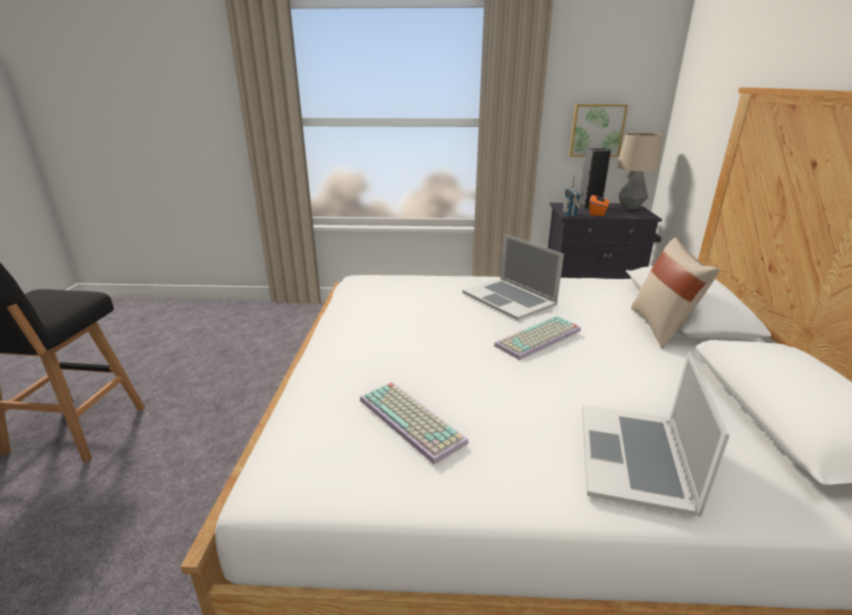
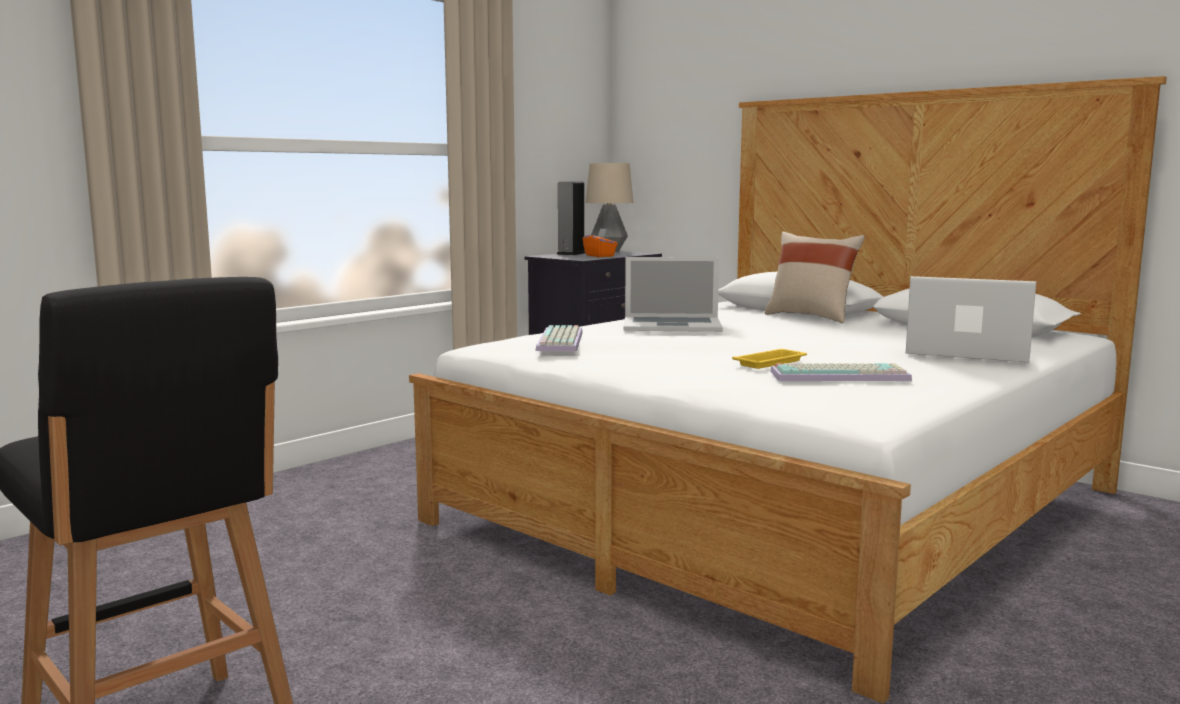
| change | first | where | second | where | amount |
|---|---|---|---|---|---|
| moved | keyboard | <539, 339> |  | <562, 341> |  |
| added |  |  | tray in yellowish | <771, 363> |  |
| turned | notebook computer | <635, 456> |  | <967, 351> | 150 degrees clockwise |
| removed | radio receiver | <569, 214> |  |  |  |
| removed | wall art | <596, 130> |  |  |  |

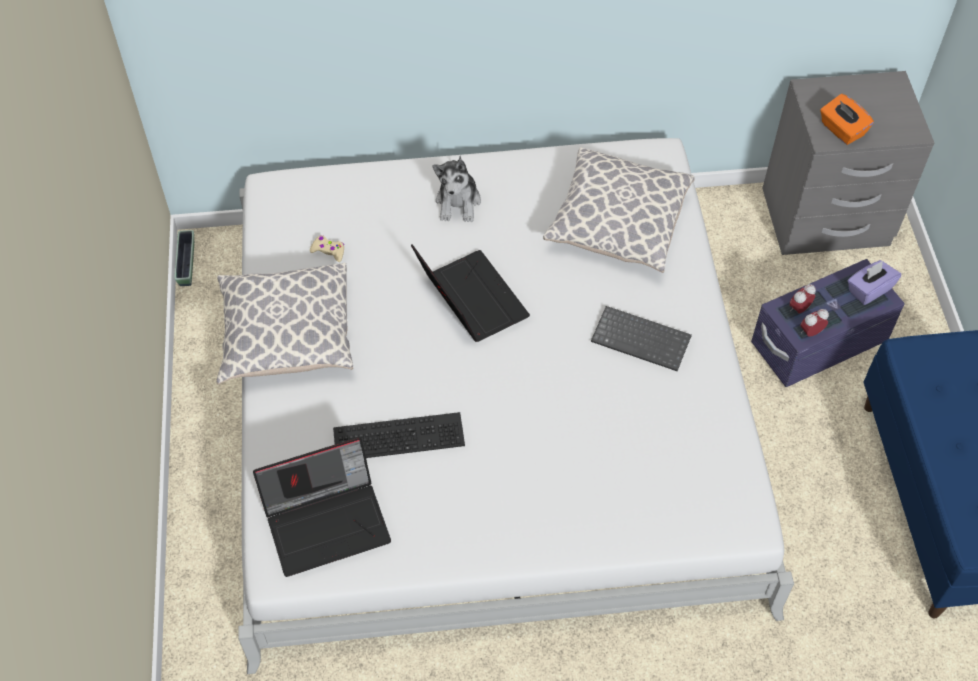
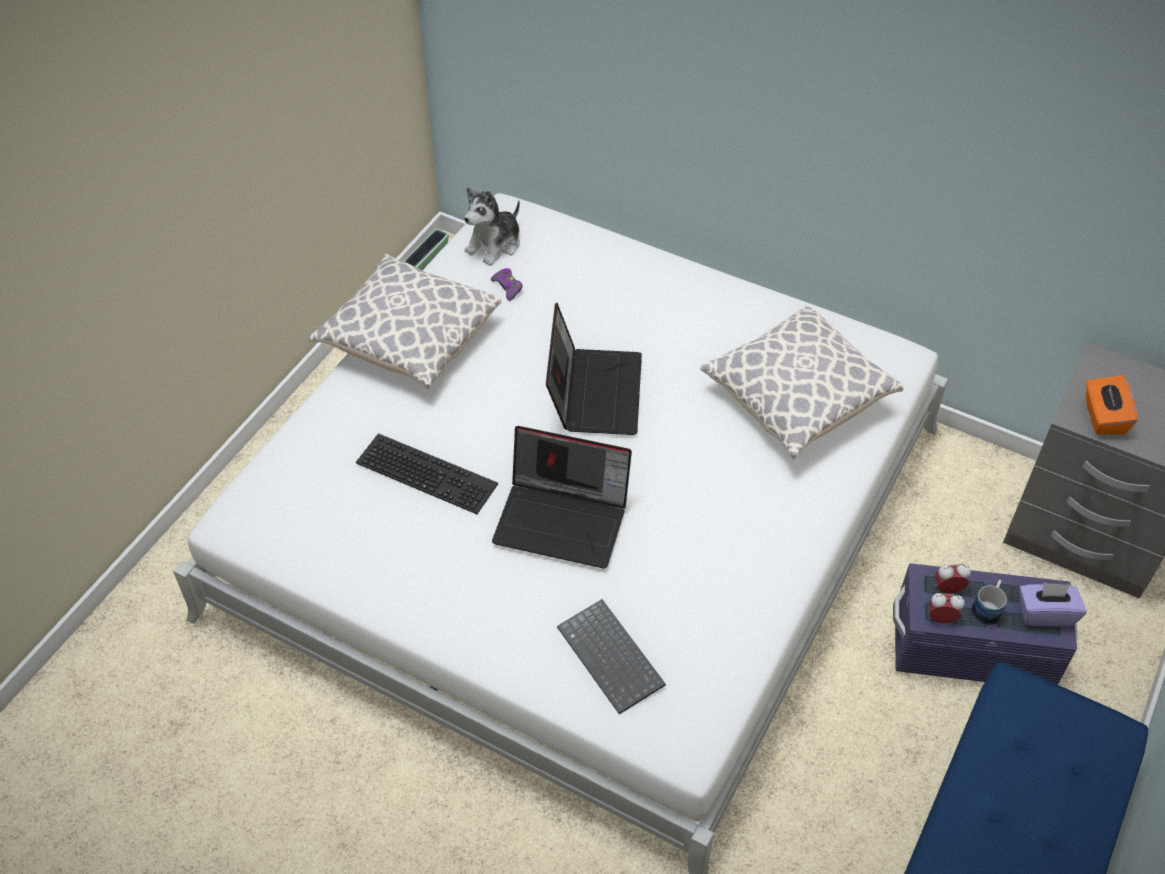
| change | first | where | second | where | amount |
|---|---|---|---|---|---|
| moved | plush toy | <458, 202> |  | <495, 245> |  |
| recoloured | gamepad in beige-coloured | <328, 251> | gamepad in purple-coloured | <507, 287> |  |
| moved | notebook computer | <328, 521> |  | <564, 519> |  |
| moved | keyboard | <642, 339> |  | <613, 657> |  |
| added |  |  | tea mug | <988, 608> |  |

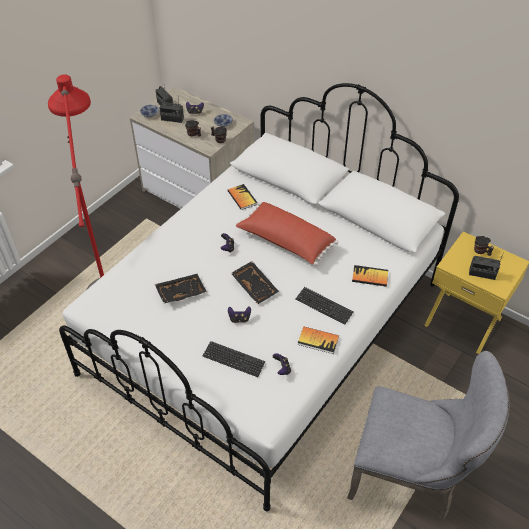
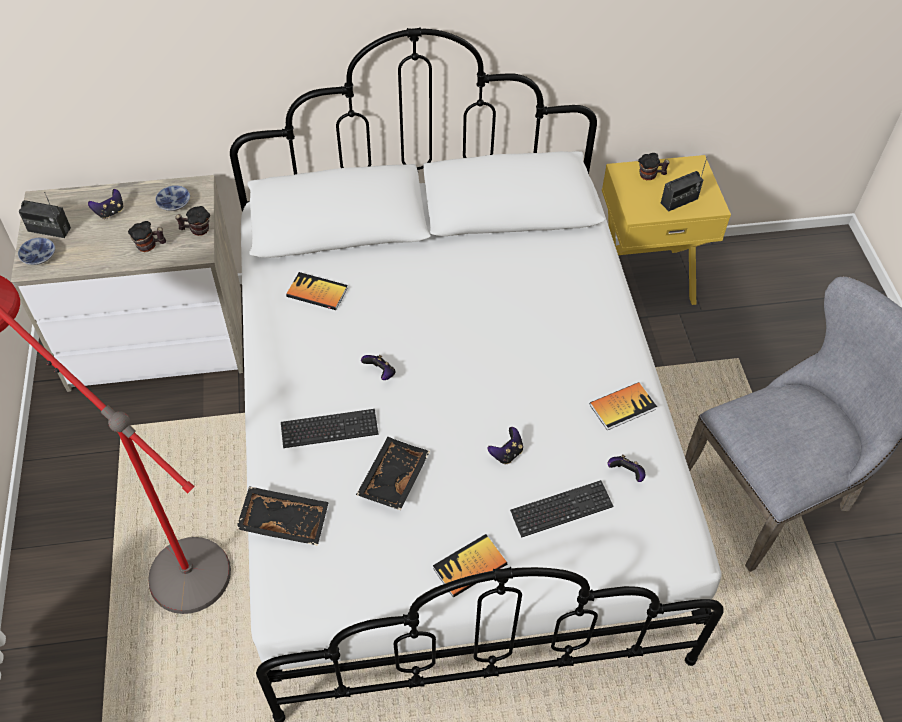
| change | first | where | second | where | amount |
|---|---|---|---|---|---|
| moved | tray in blackish | <255, 286> |  | <285, 520> |  |
| moved | keyboard | <324, 306> |  | <329, 429> |  |
| moved | bound book | <370, 277> |  | <470, 566> |  |
| removed | radio receiver | <172, 119> |  |  |  |
| removed | throw pillow in reddish | <285, 242> |  |  |  |

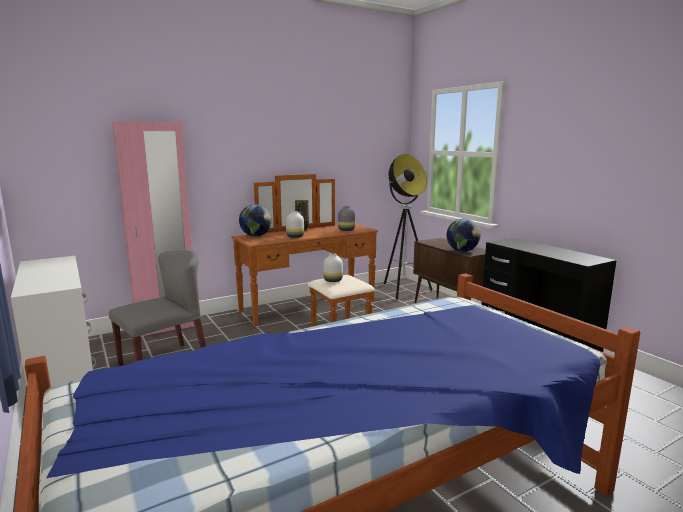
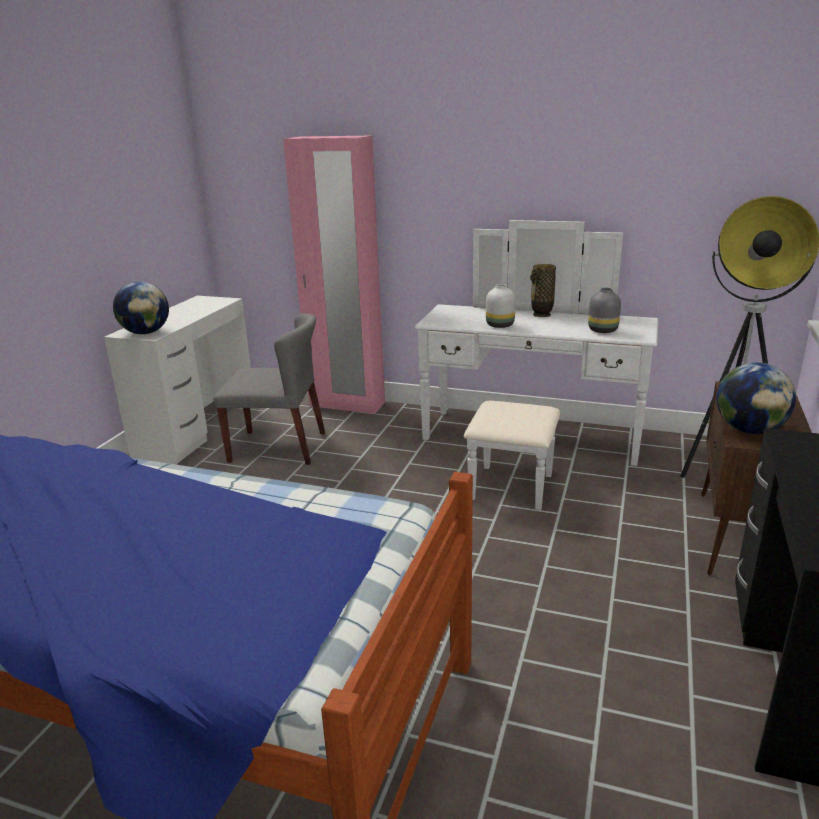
| change | first | where | second | where | amount |
|---|---|---|---|---|---|
| moved | world globe | <256, 236> |  | <146, 333> |  |
| recoloured | dresser in brown | <315, 311> | dresser in white-coloured | <527, 447> |  |
| removed | vase in white-coloured | <333, 280> |  |  |  |

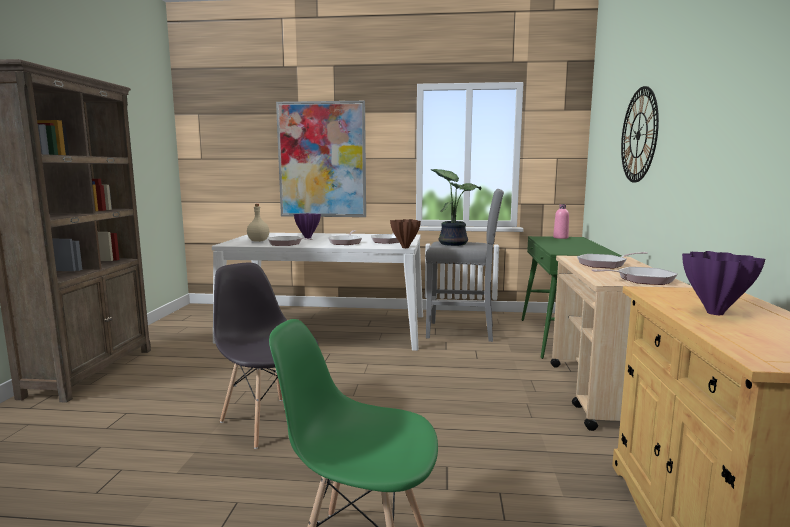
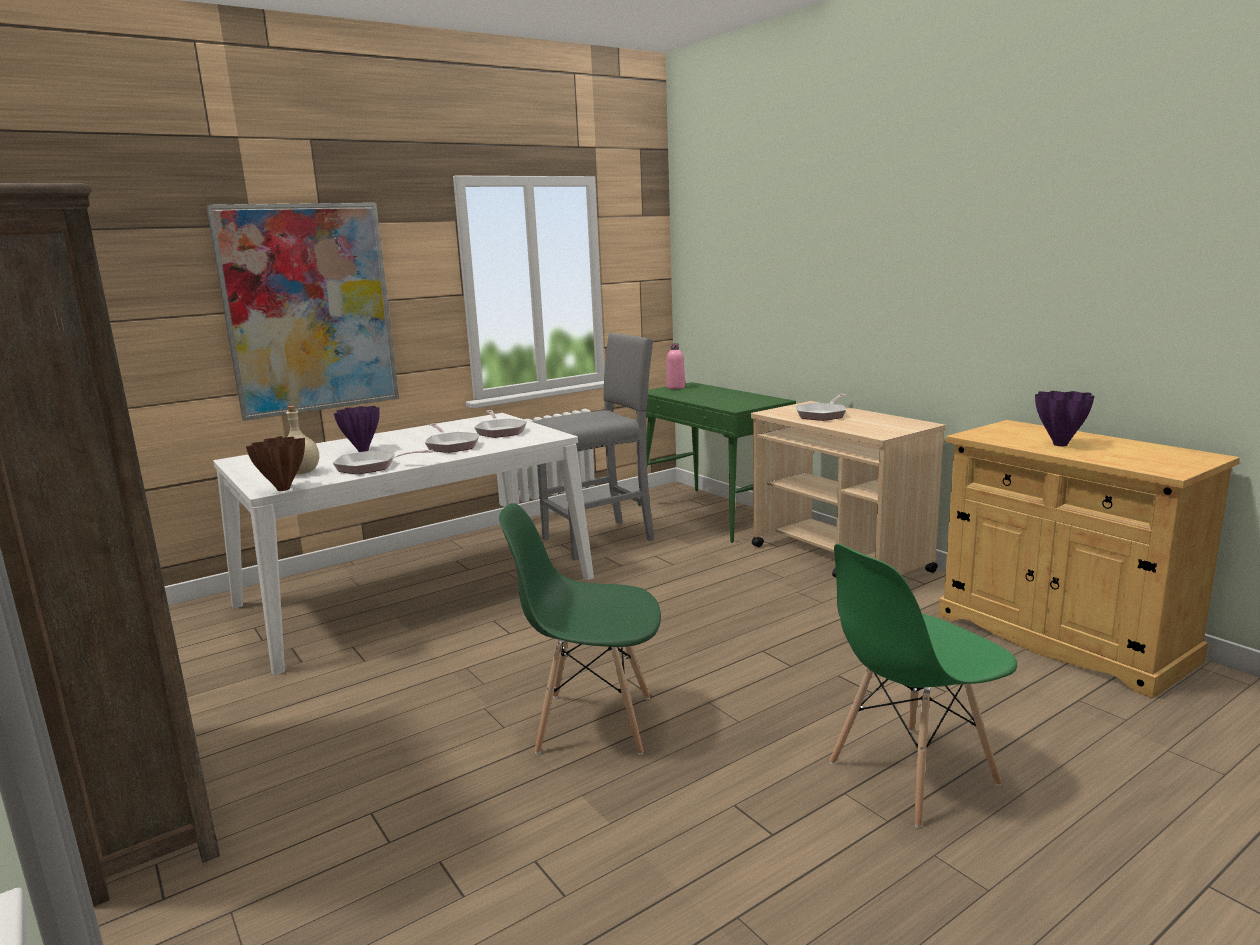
| change | first | where | second | where | amount |
|---|---|---|---|---|---|
| moved | vase in brown | <405, 247> |  | <283, 489> |  |
| recoloured | chair in greyish | <268, 421> | chair in greenish | <593, 723> |  |
| removed | houseplant | <453, 243> |  |  |  |
| removed | pan | <641, 280> |  |  |  |
| removed | wall clock | <638, 135> |  |  |  |

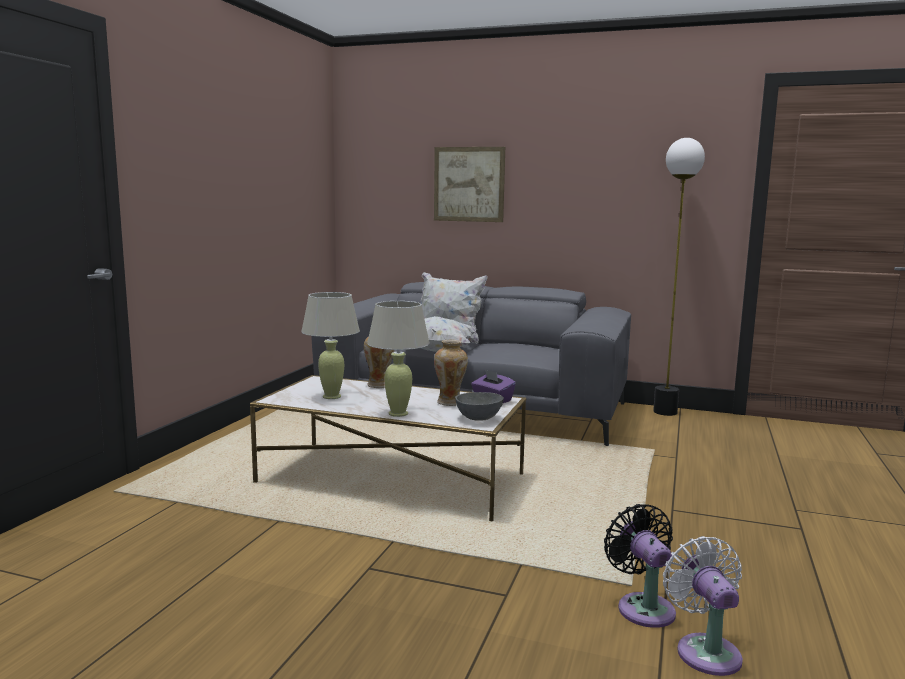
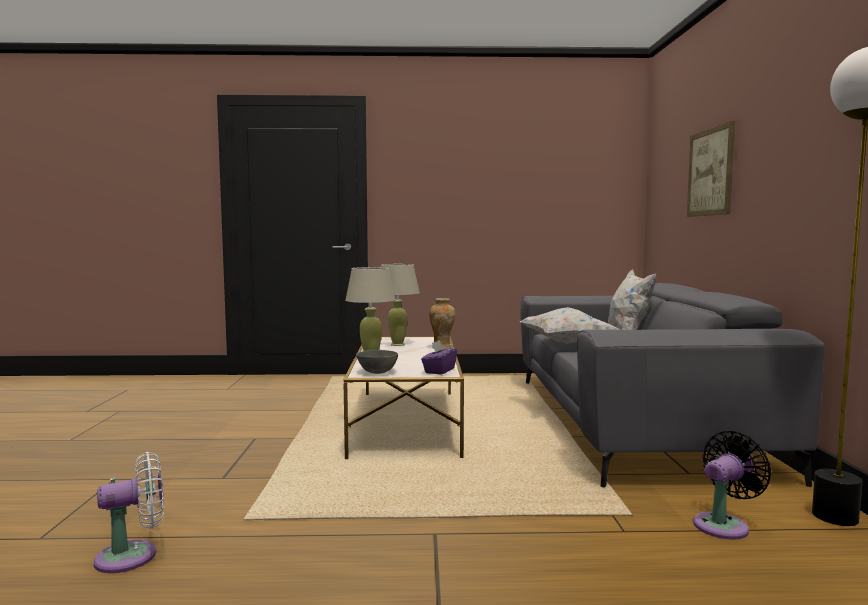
| change | first | where | second | where | amount |
|---|---|---|---|---|---|
| moved | electric fan in blackish | <643, 607> |  | <724, 525> |  |
| removed | vase | <450, 402> |  |  |  |

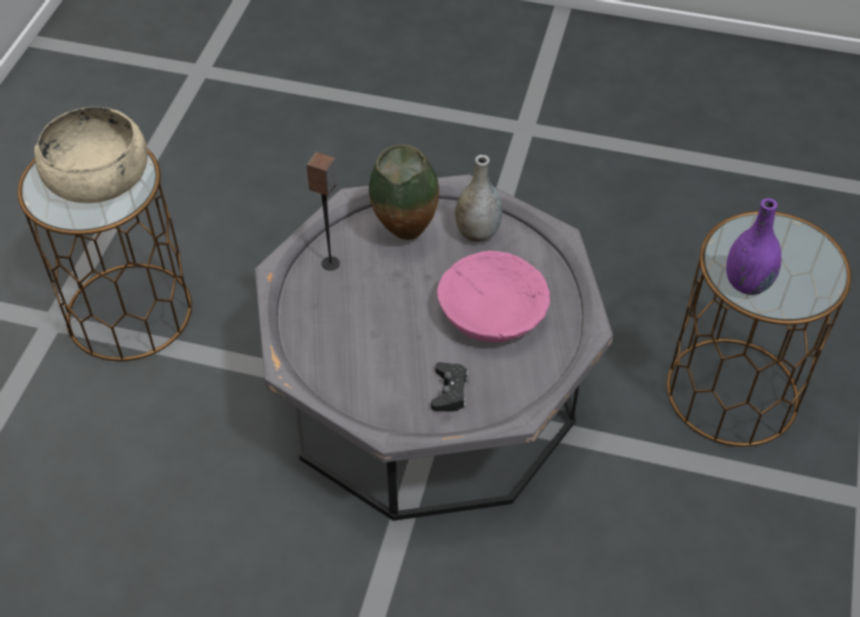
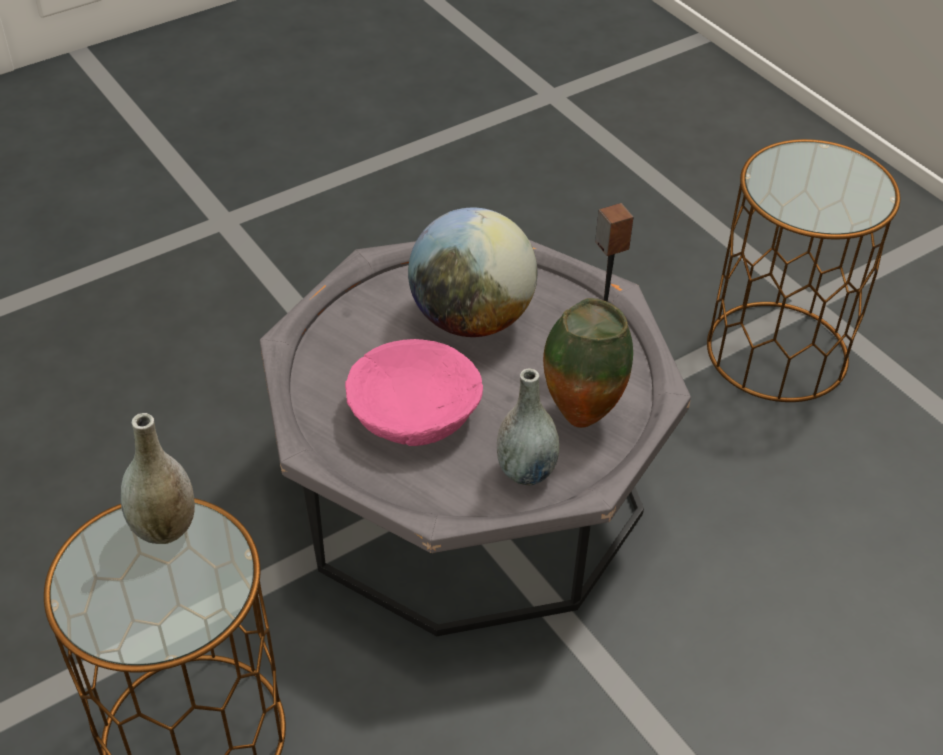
| change | first | where | second | where | amount |
|---|---|---|---|---|---|
| recoloured | vase in purple-coloured | <747, 284> | vase in greyish | <164, 527> |  |
| added |  |  | world globe | <471, 319> |  |
| removed | bowl in beige-coloured | <97, 176> |  |  |  |
| removed | gamepad in blackish | <450, 391> |  |  |  |

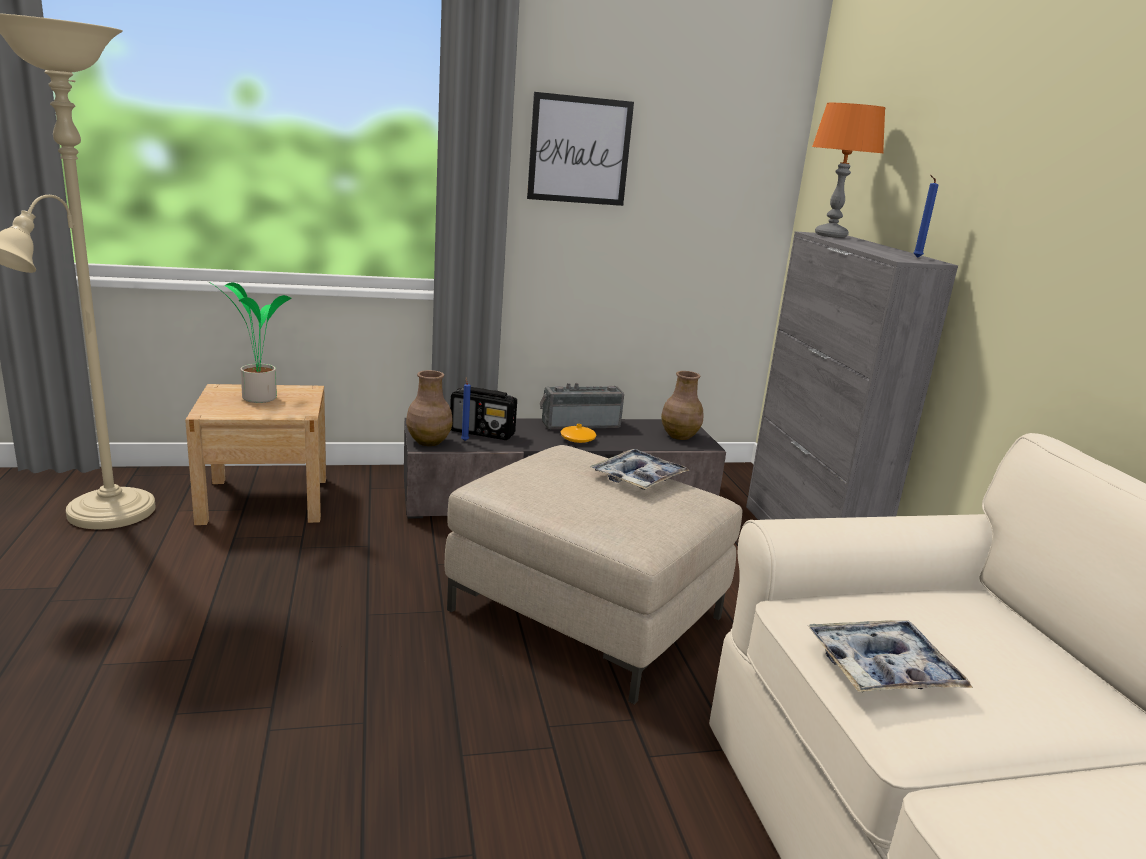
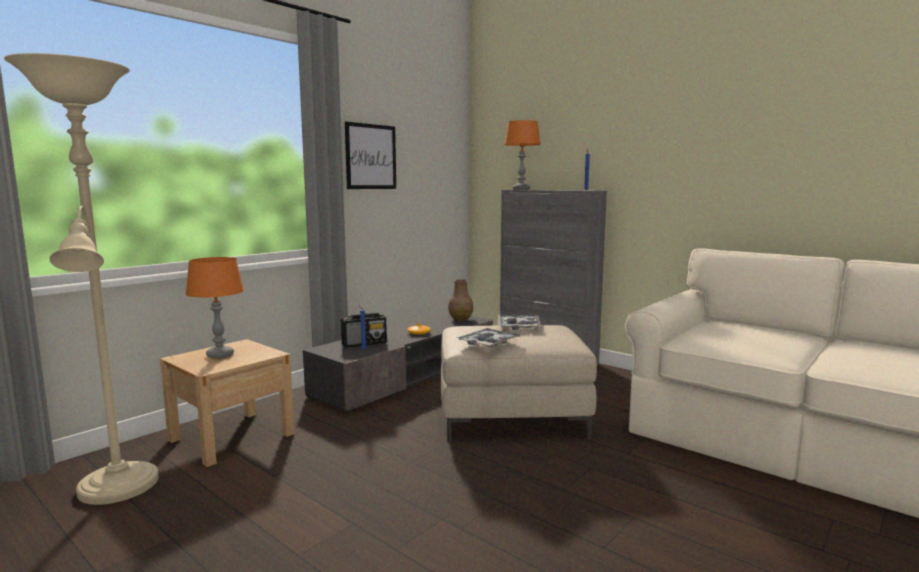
| change | first | where | second | where | amount |
|---|---|---|---|---|---|
| replaced | houseplant | <256, 398> | table lamp in orange | <220, 355> |  |
| moved | tray | <882, 668> |  | <488, 343> |  |
| removed | vase in brown | <428, 441> |  |  |  |
| removed | radio receiver | <580, 423> |  |  |  |

